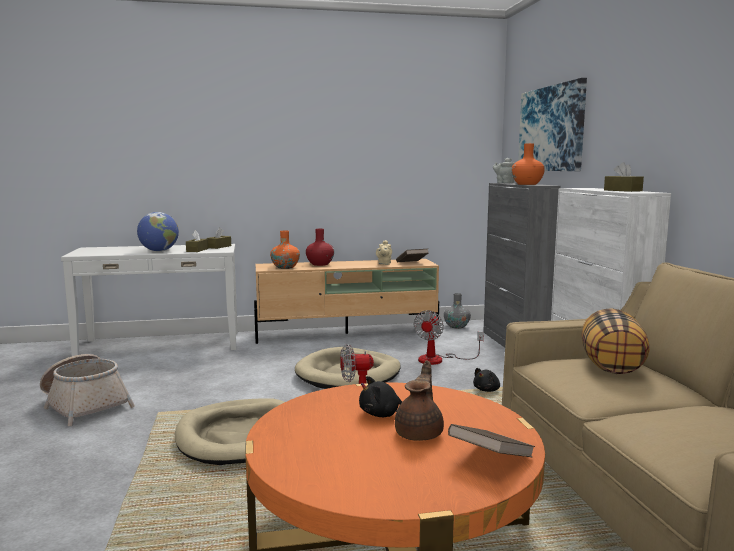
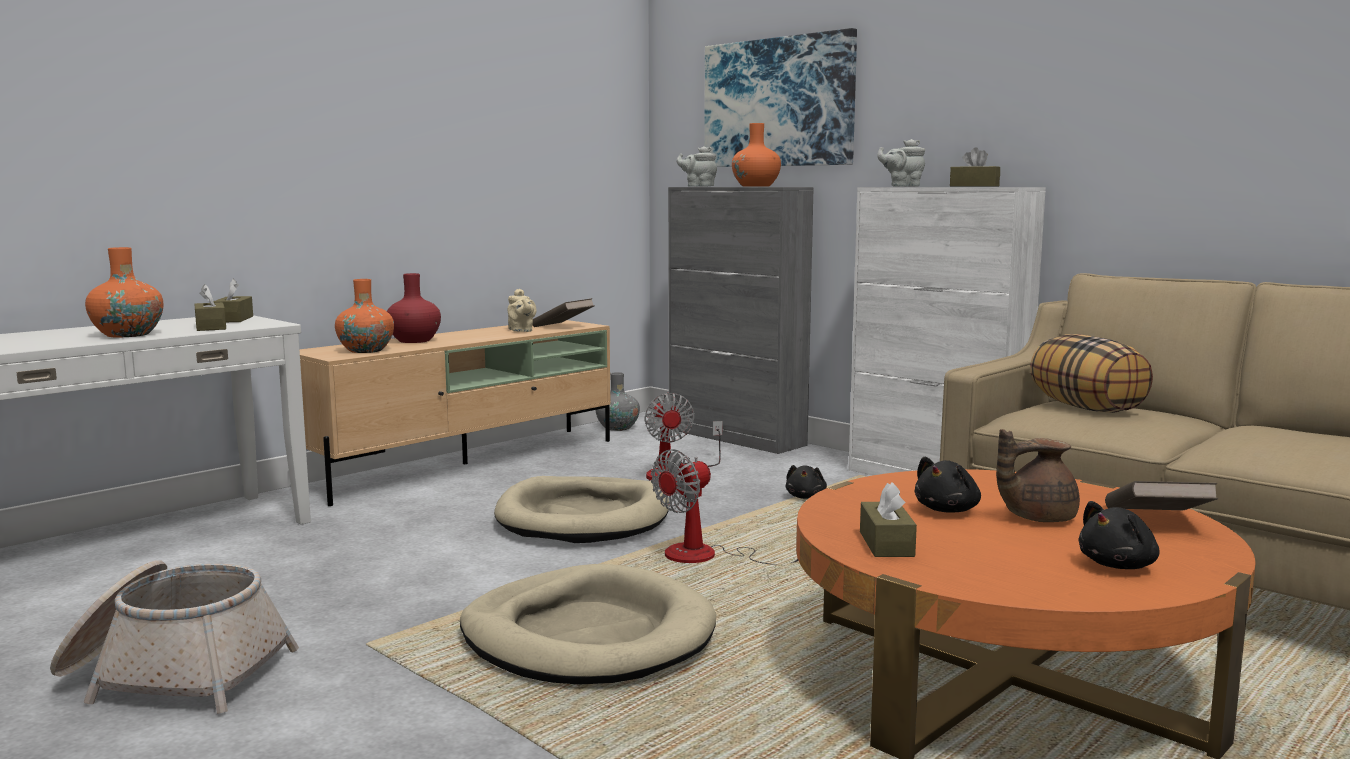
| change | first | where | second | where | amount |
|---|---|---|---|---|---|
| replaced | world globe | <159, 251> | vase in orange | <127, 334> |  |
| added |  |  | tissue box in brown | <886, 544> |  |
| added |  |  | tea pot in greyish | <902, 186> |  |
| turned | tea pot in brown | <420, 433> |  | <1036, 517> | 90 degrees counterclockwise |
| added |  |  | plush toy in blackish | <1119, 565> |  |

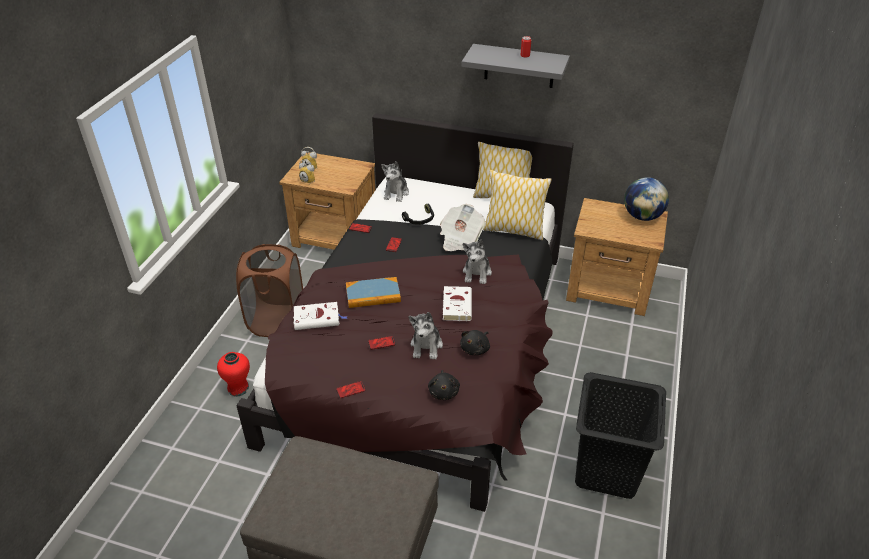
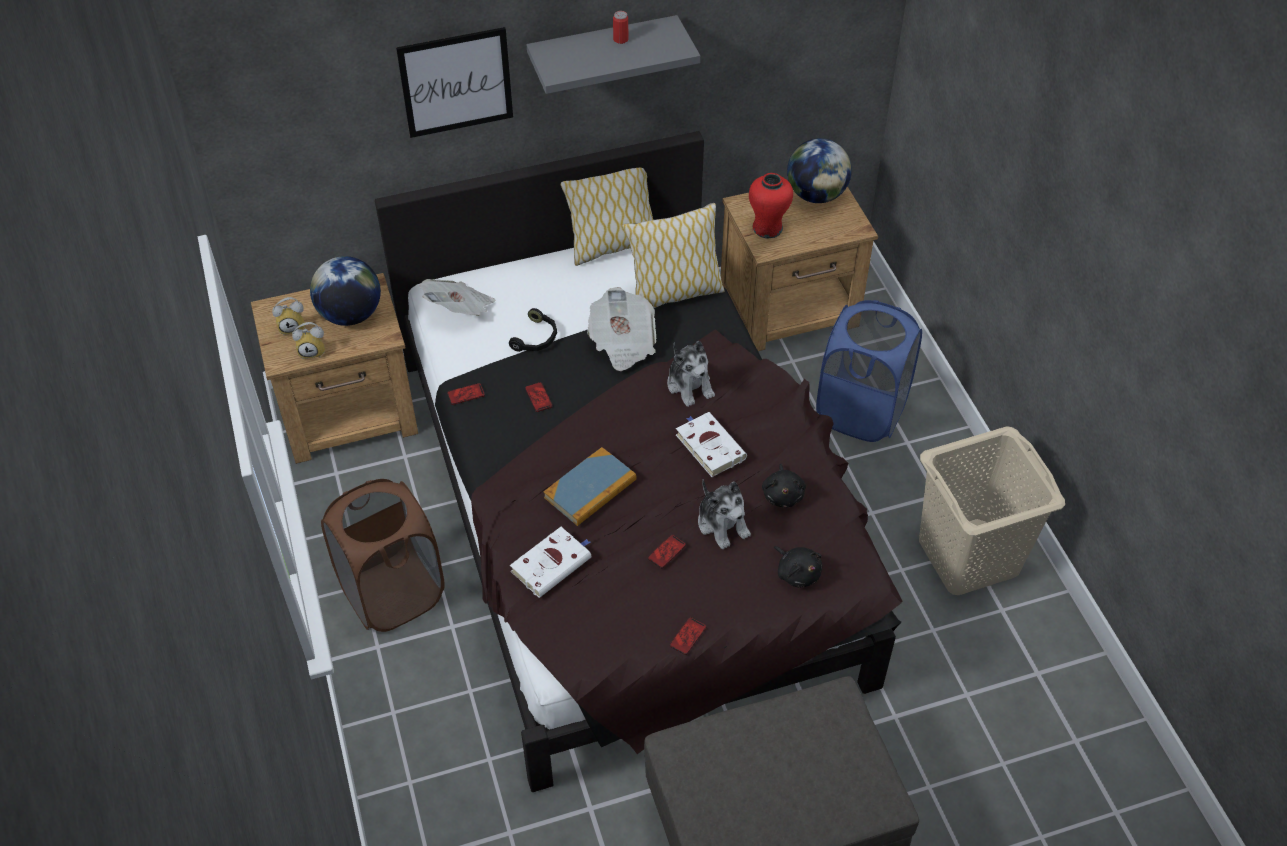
| change | first | where | second | where | amount |
|---|---|---|---|---|---|
| added |  |  | world globe | <350, 315> |  |
| added |  |  | wall art | <456, 82> |  |
| replaced | plush toy | <396, 193> | printed paper | <460, 310> |  |
| moved | vase in reddish | <238, 388> |  | <767, 228> |  |
| added |  |  | laundry basket in blue-coloured | <861, 411> |  |
| recoloured | laundry basket in blackish | <607, 471> | laundry basket in beige-coloured | <969, 557> |  |

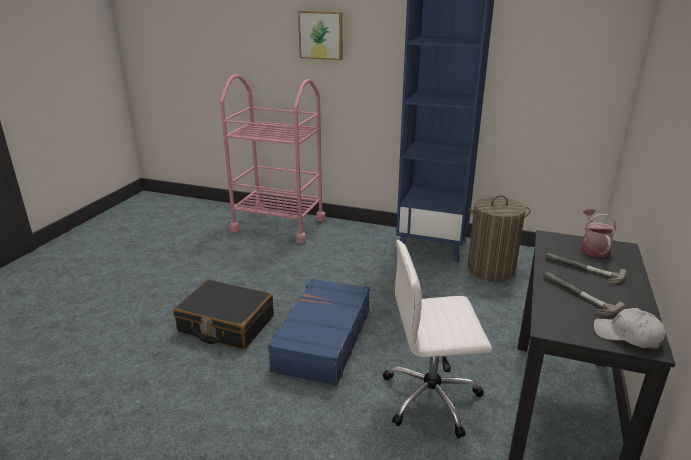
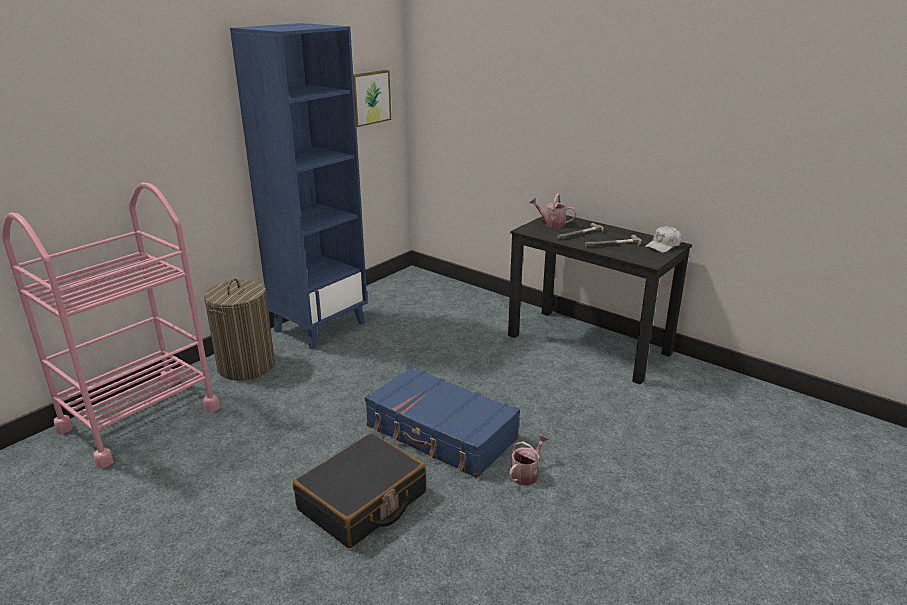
| change | first | where | second | where | amount |
|---|---|---|---|---|---|
| moved | laundry basket | <491, 269> |  | <246, 365> |  |
| moved | wall art | <321, 35> |  | <369, 97> |  |
| added |  |  | watering can | <526, 473> |  |
| removed | computer chair in white-coloured | <432, 397> |  |  |  |

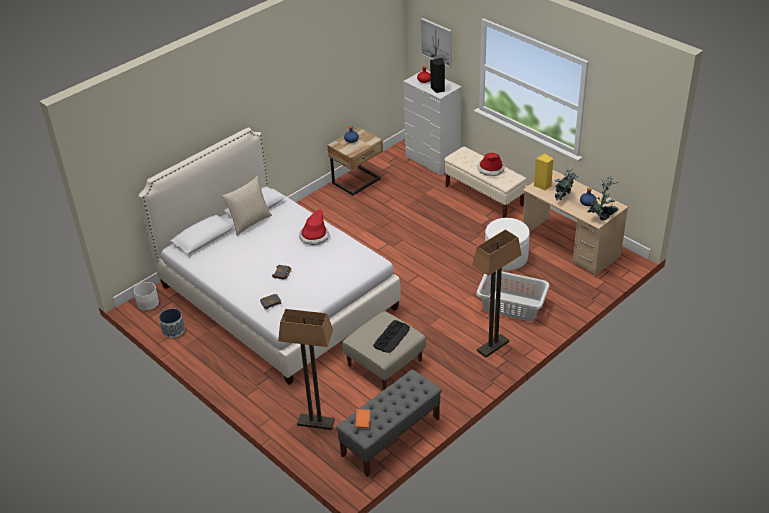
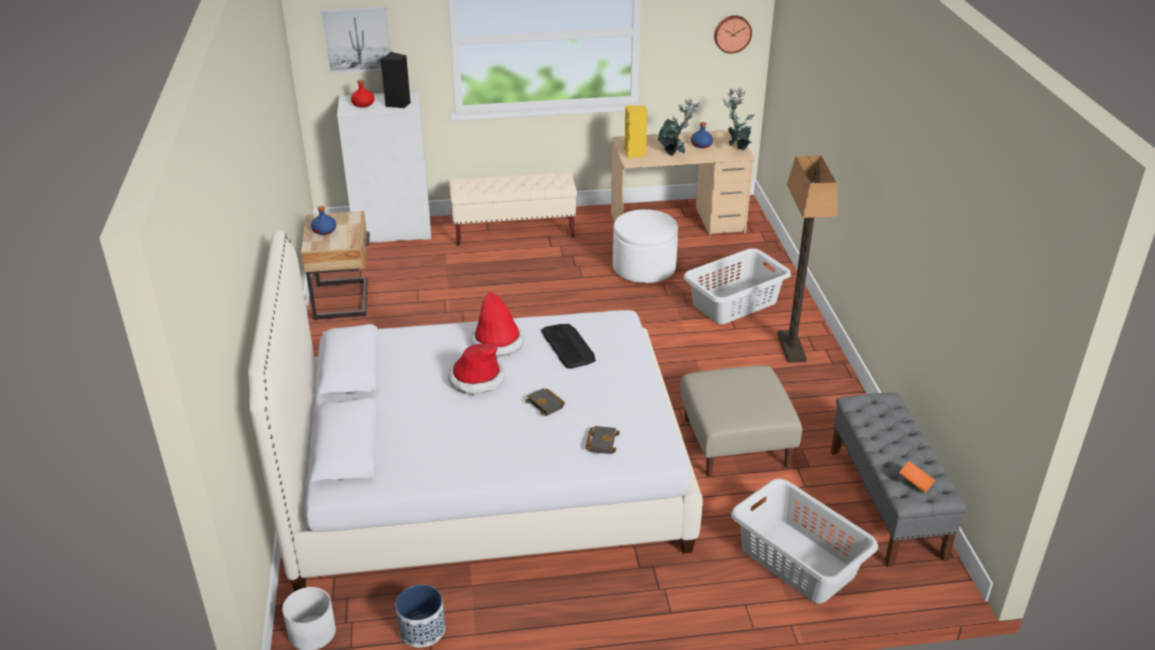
| change | first | where | second | where | amount |
|---|---|---|---|---|---|
| moved | hat | <491, 169> |  | <476, 379> |  |
| moved | keyboard | <392, 337> |  | <568, 346> |  |
| added |  |  | wall clock | <732, 33> |  |
| replaced | floor lamp | <315, 423> | laundry basket in greyish | <798, 562> |  |
| removed | throw pillow in beige-coloured | <249, 222> |  |  |  |

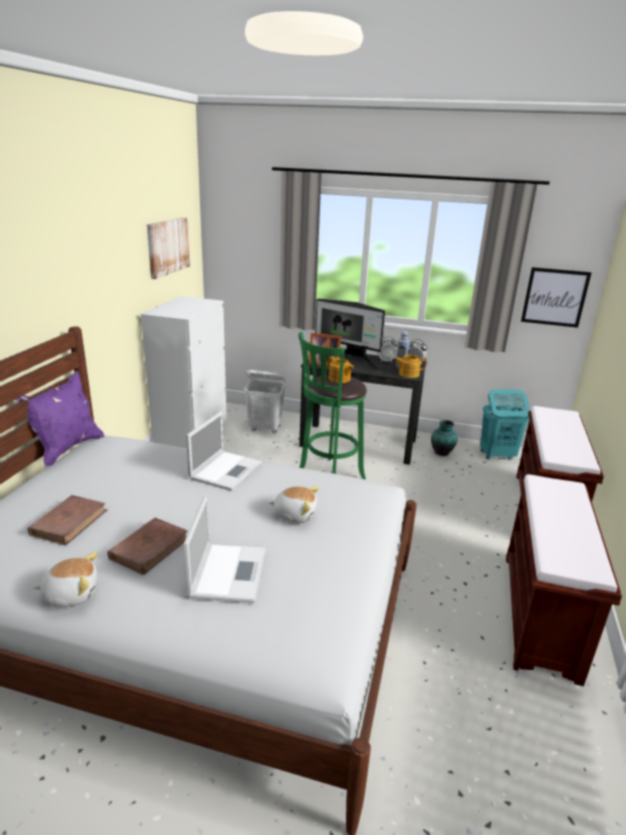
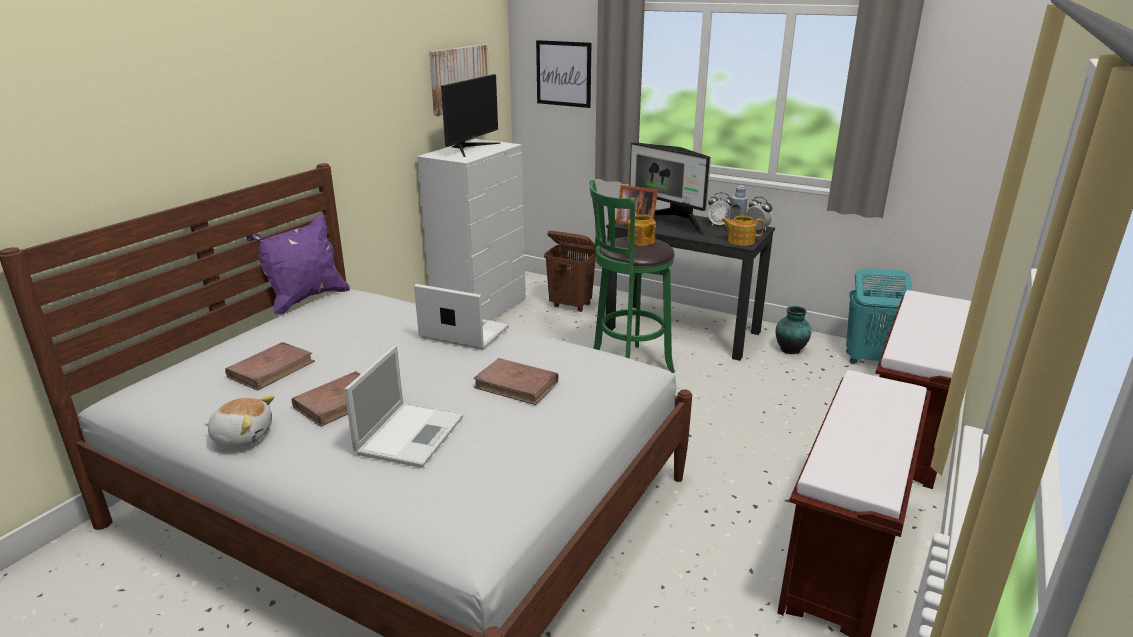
| change | first | where | second | where | amount |
|---|---|---|---|---|---|
| turned | notebook computer | <226, 470> |  | <462, 332> | 105 degrees counterclockwise |
| added |  |  | computer screen | <470, 148> |  |
| replaced | plush toy | <295, 514> | bound book in brown | <516, 385> |  |
| moved | wall art | <554, 297> |  | <563, 73> |  |
| recoloured | laundry basket in white-coloured | <265, 428> | laundry basket in brown | <571, 305> |  |

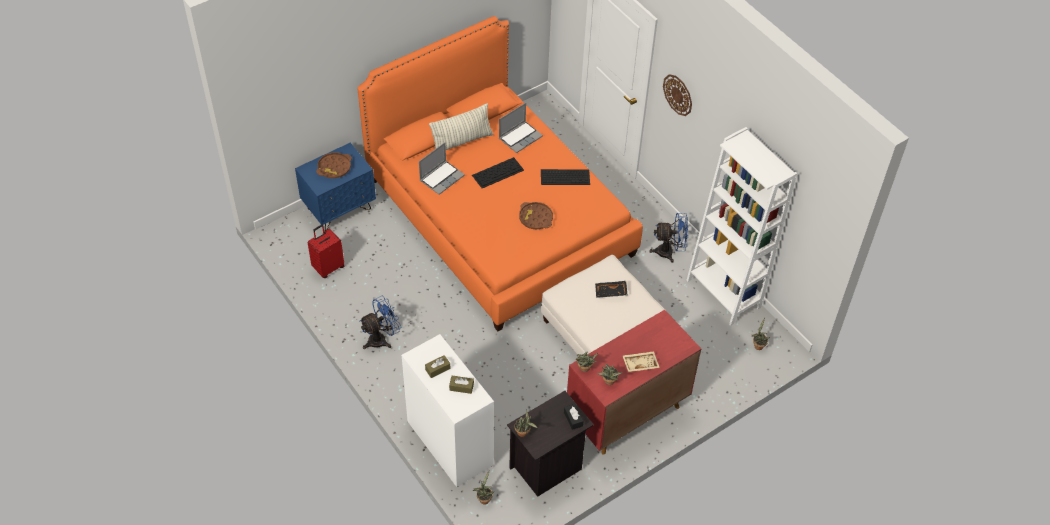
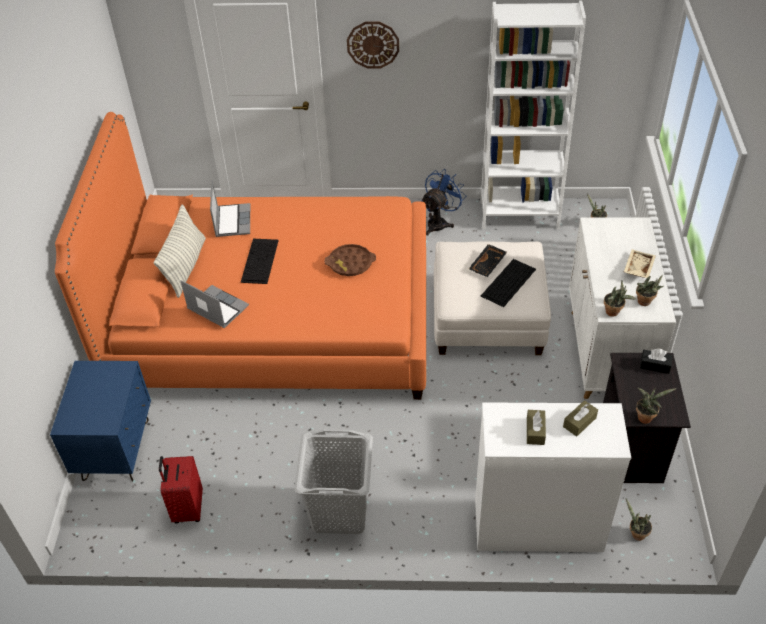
| change | first | where | second | where | amount |
|---|---|---|---|---|---|
| turned | notebook computer | <442, 177> |  | <216, 308> | 45 degrees counterclockwise |
| replaced | electric fan in blue-coloured | <381, 339> | laundry basket in greyish | <339, 511> |  |
| moved | keyboard | <565, 177> |  | <508, 282> |  |
| recoloured | cupboard in reddish | <626, 414> | cupboard in white-coloured | <606, 354> |  |
| removed | tray in brown | <334, 168> |  |  |  |

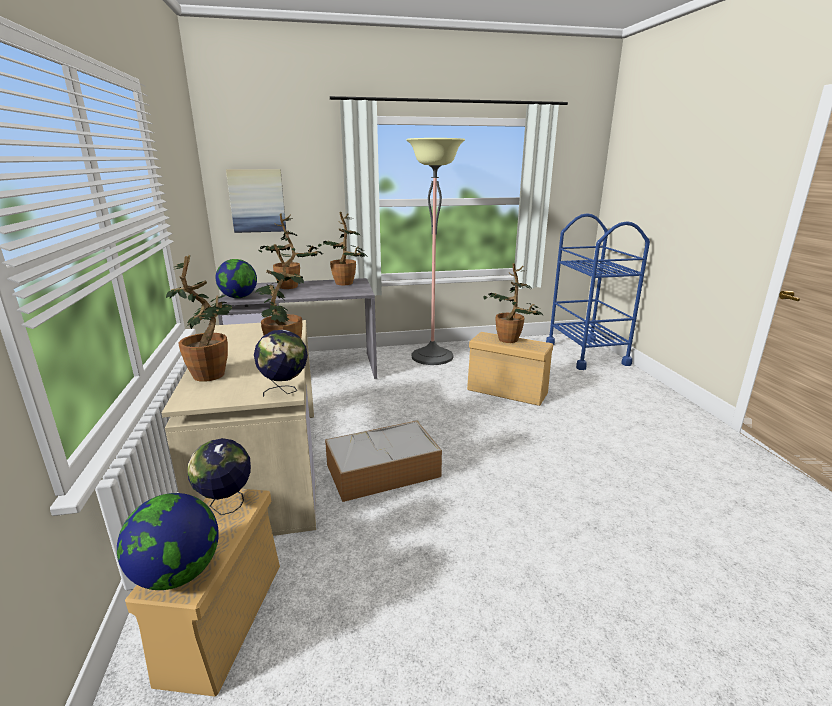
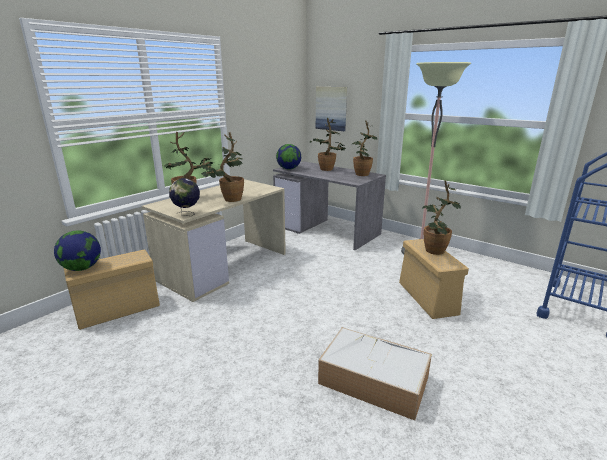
| change | first | where | second | where | amount |
|---|---|---|---|---|---|
| moved | storage container | <381, 471> |  | <372, 380> |  |
| removed | world globe | <226, 506> |  |  |  |

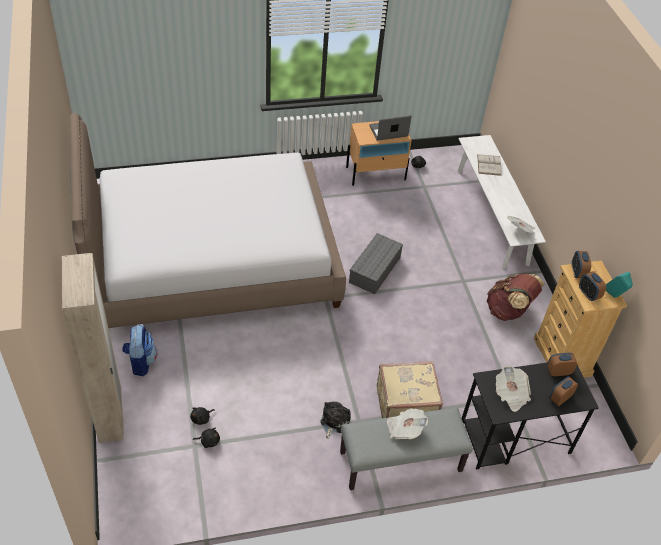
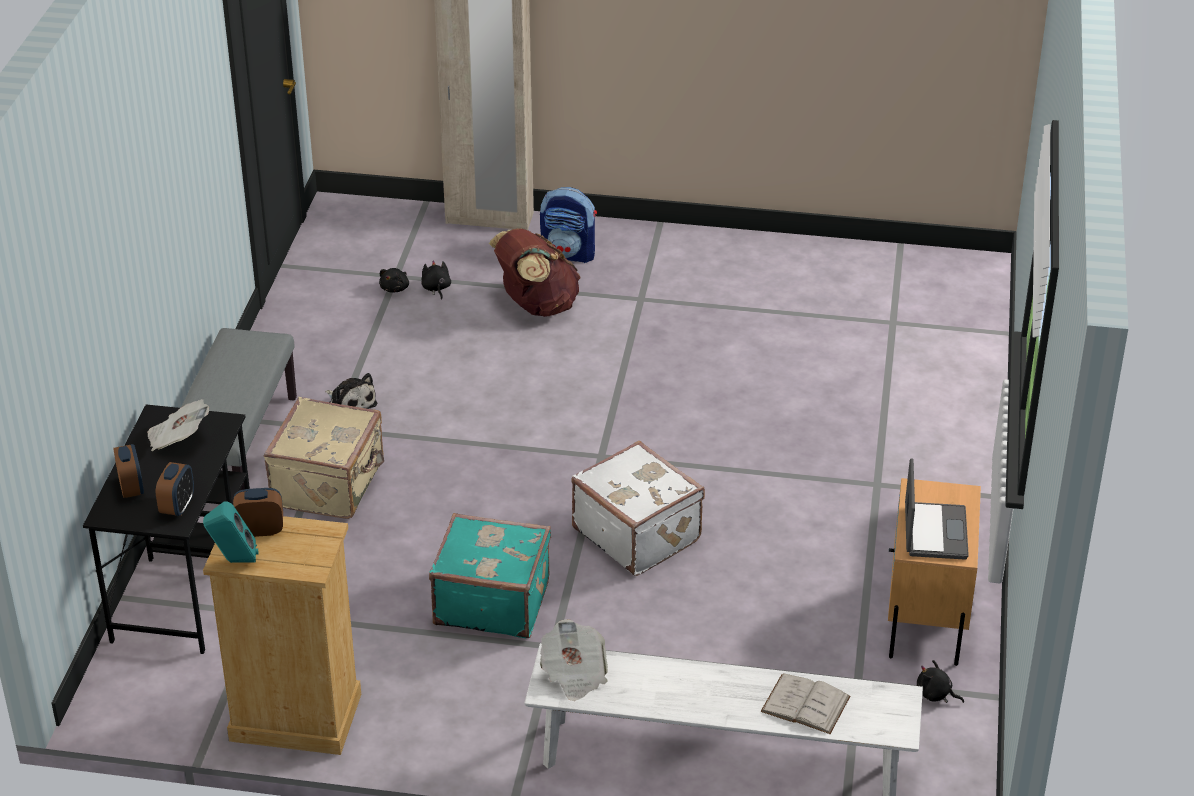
| change | first | where | second | where | amount |
|---|---|---|---|---|---|
| added |  |  | piece of luggage in turquoise-coloured | <492, 601> |  |
| moved | rucksack in brown | <508, 311> |  | <536, 306> |  |
| replaced | storage container in greyish | <375, 270> | piece of luggage in white-coloured | <637, 533> |  |
| removed | bed | <211, 260> |  |  |  |
| removed | printed paper | <404, 429> |  |  |  |
| removed | table clock | <577, 272> |  |  |  |

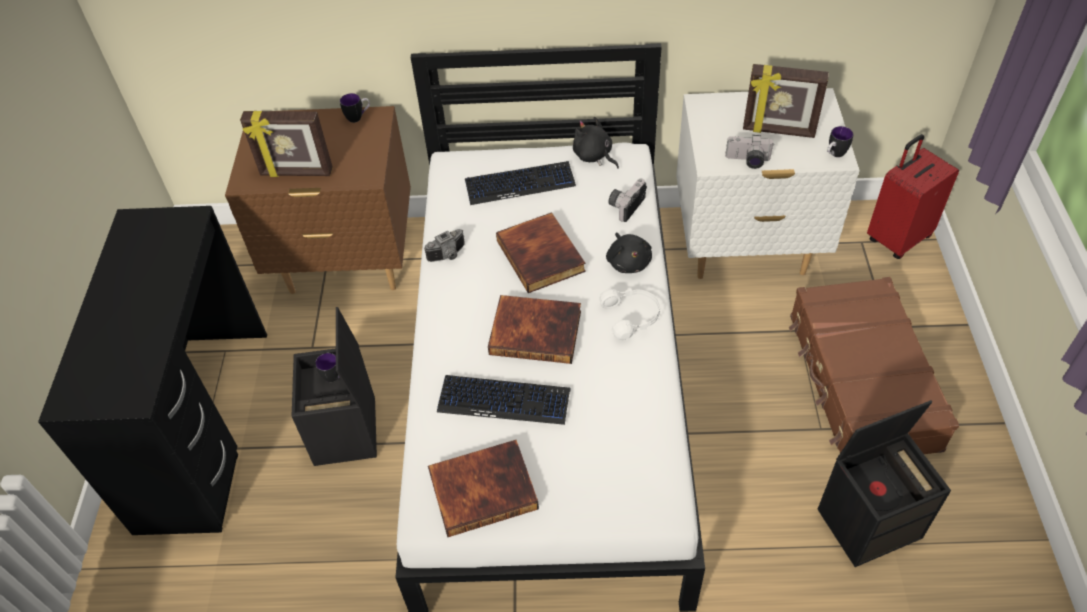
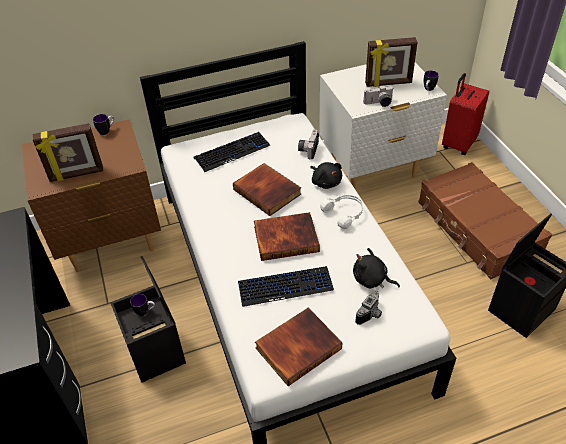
| change | first | where | second | where | amount |
|---|---|---|---|---|---|
| moved | plush toy in blackish | <594, 156> |  | <371, 280> |  |
| moved | still camera | <449, 255> |  | <371, 315> |  |

